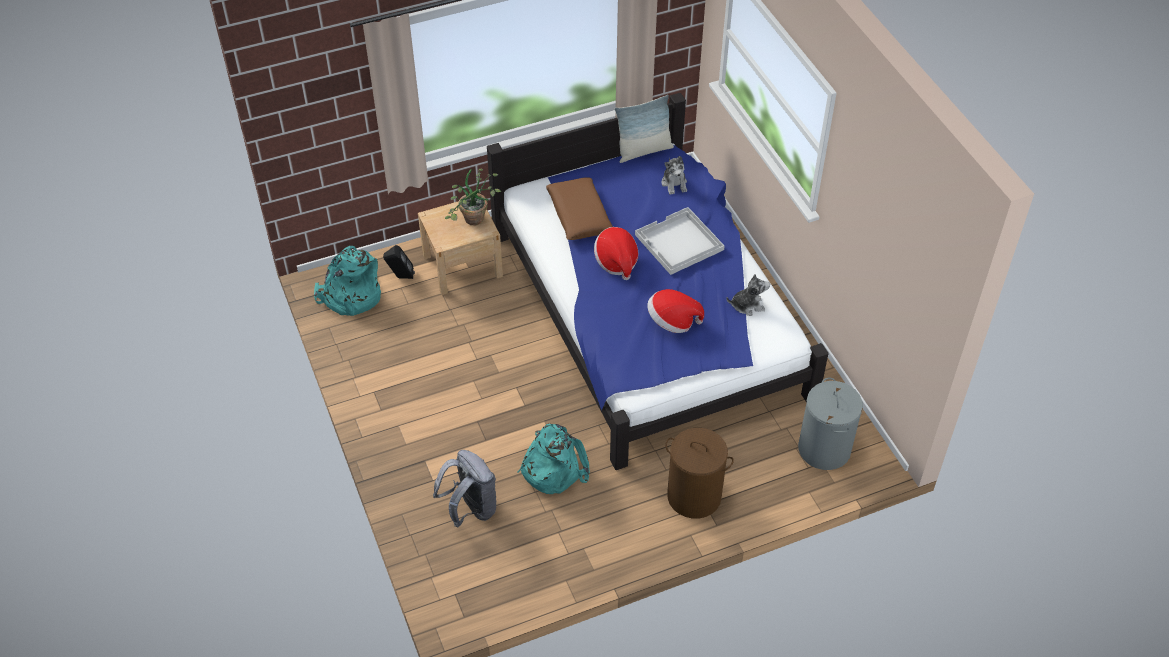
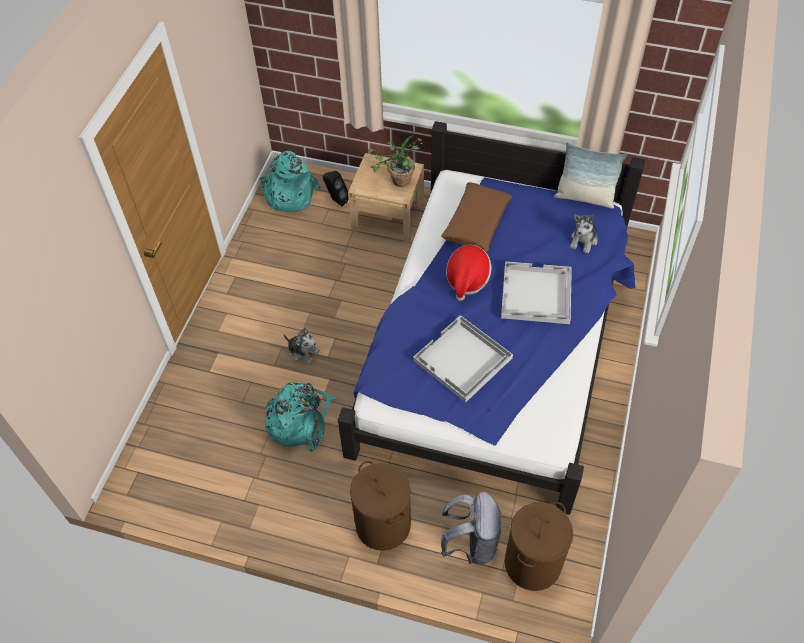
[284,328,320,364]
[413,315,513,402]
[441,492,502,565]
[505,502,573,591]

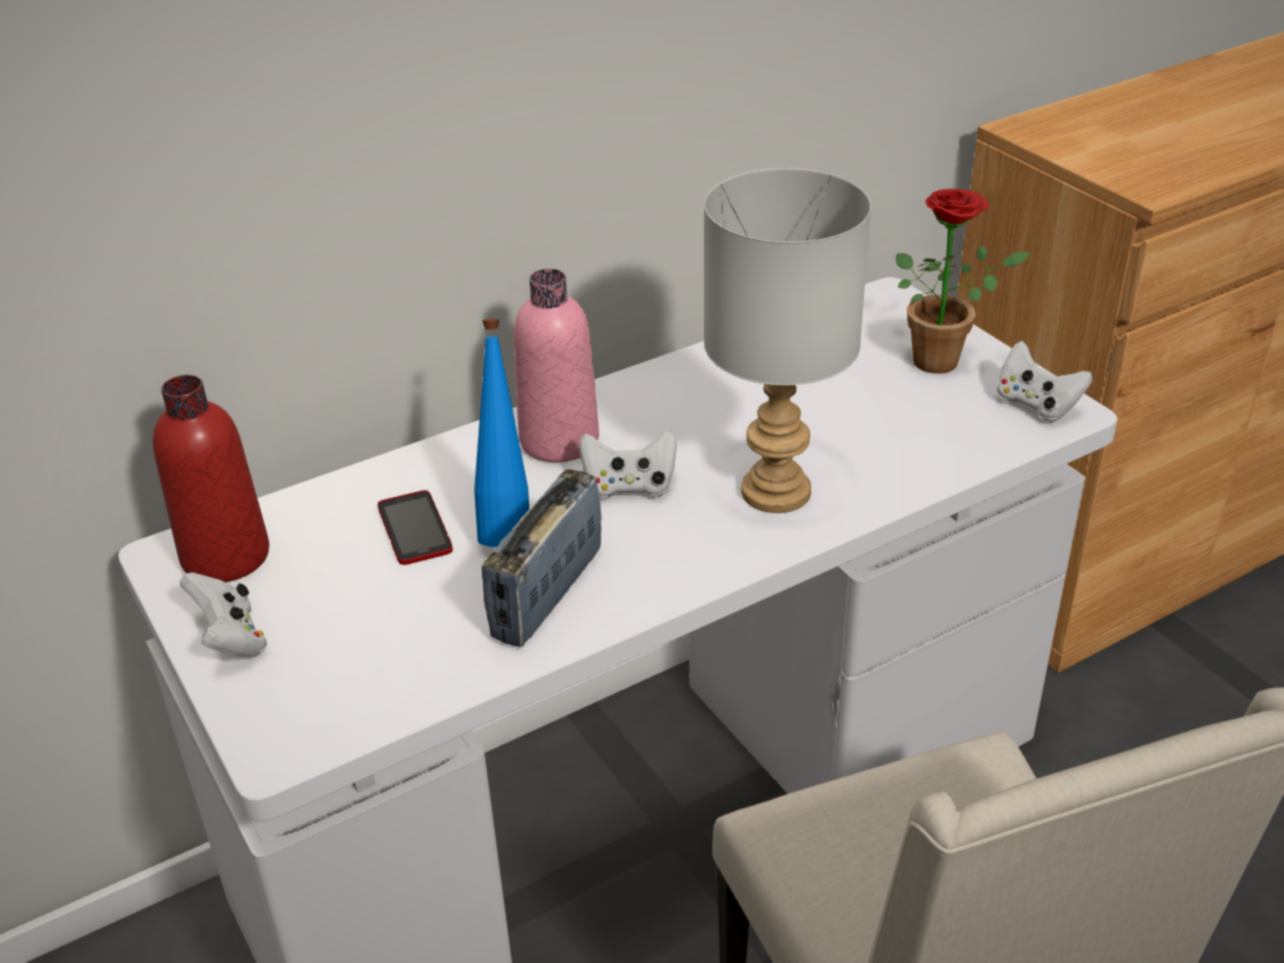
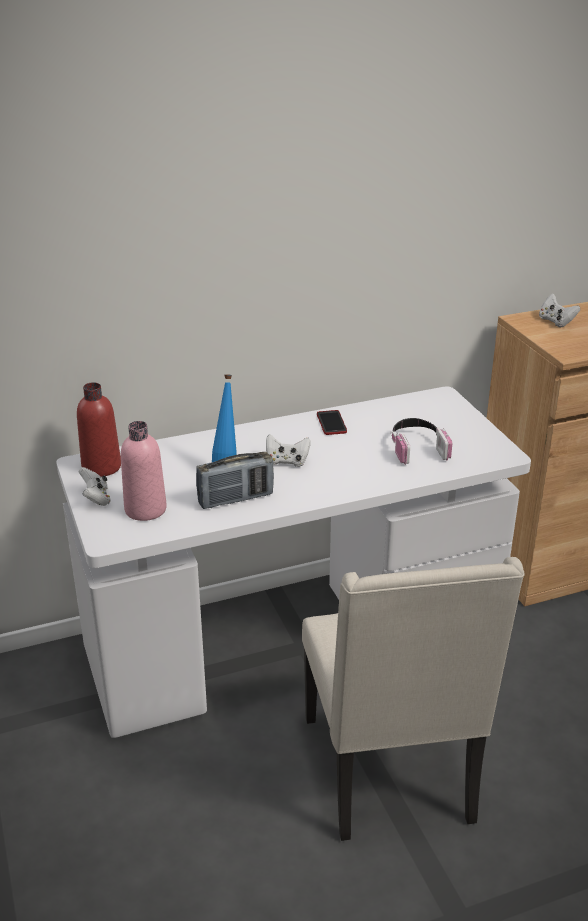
[121,421,167,521]
[196,452,274,509]
[317,410,347,435]
[391,418,452,465]
[539,294,580,327]
[704,168,871,513] (first image)
[896,189,1030,373] (first image)

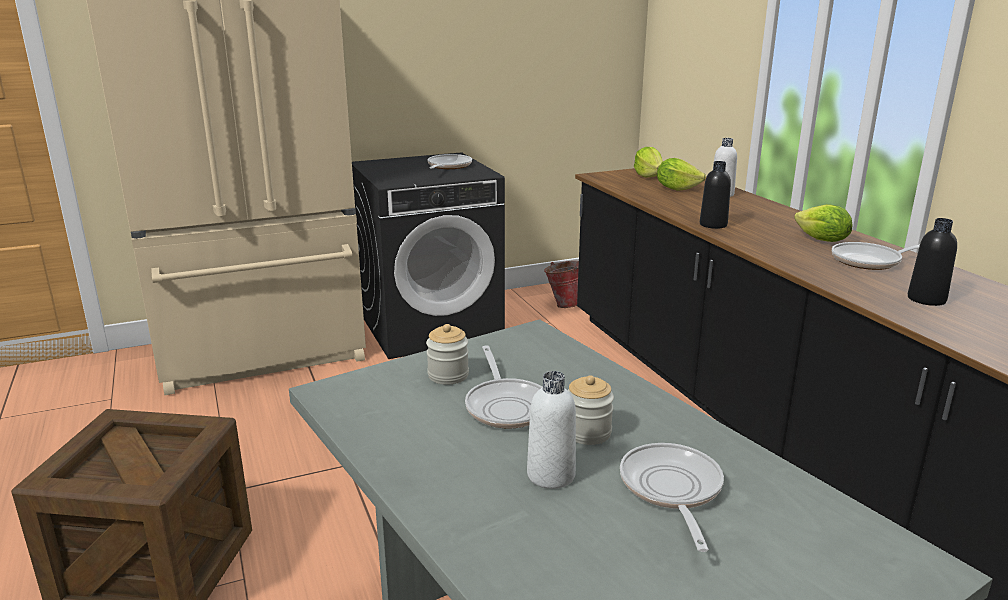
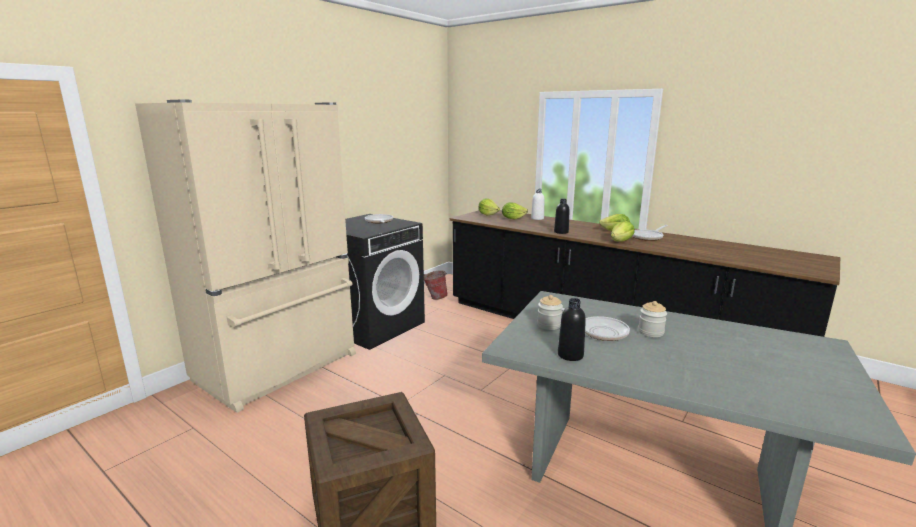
[558,298,586,361]
[611,221,635,241]
[527,371,576,489] (first image)
[620,443,724,552] (first image)

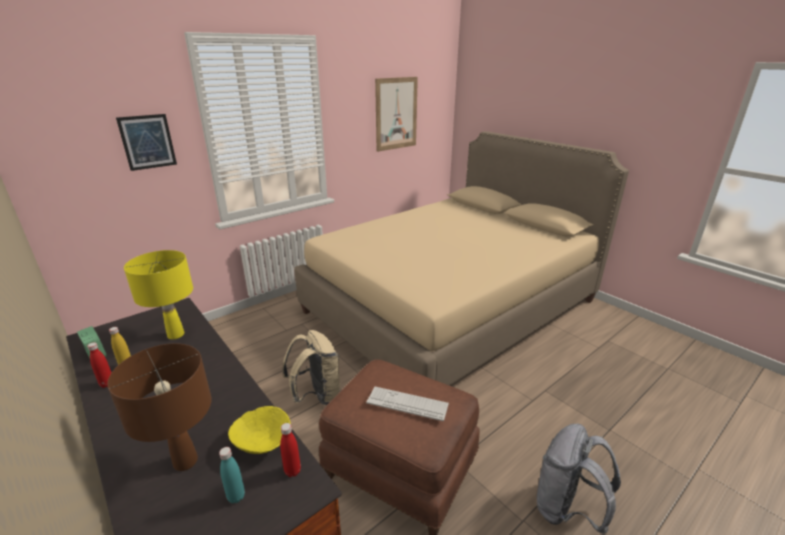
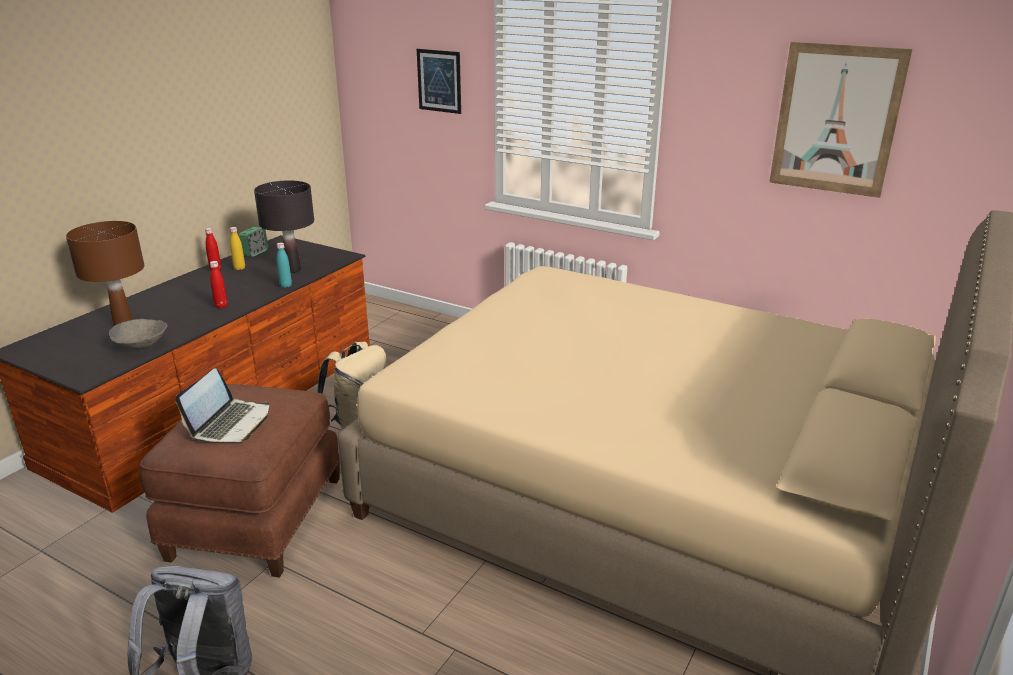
[109,319,167,349]
[175,368,269,442]
[210,261,228,309]
[254,181,314,273]
[277,243,292,288]

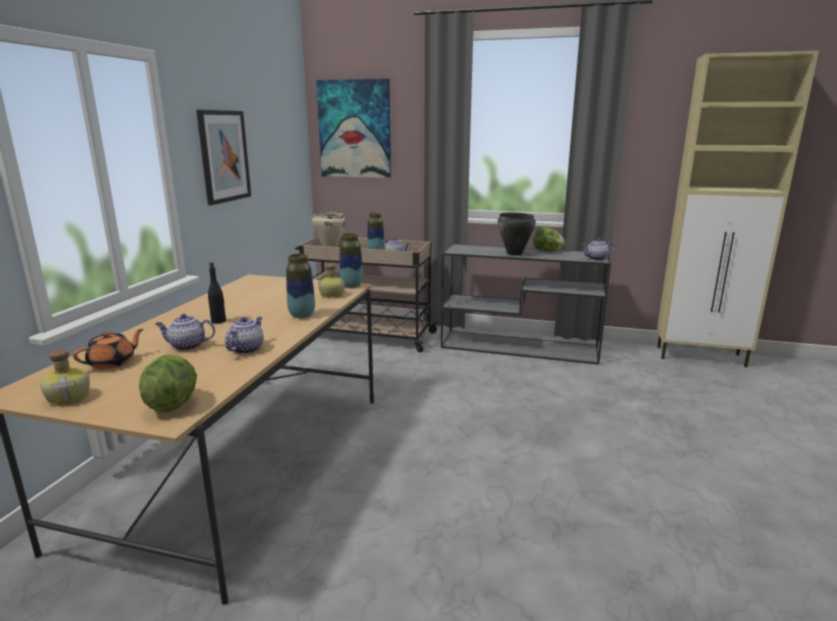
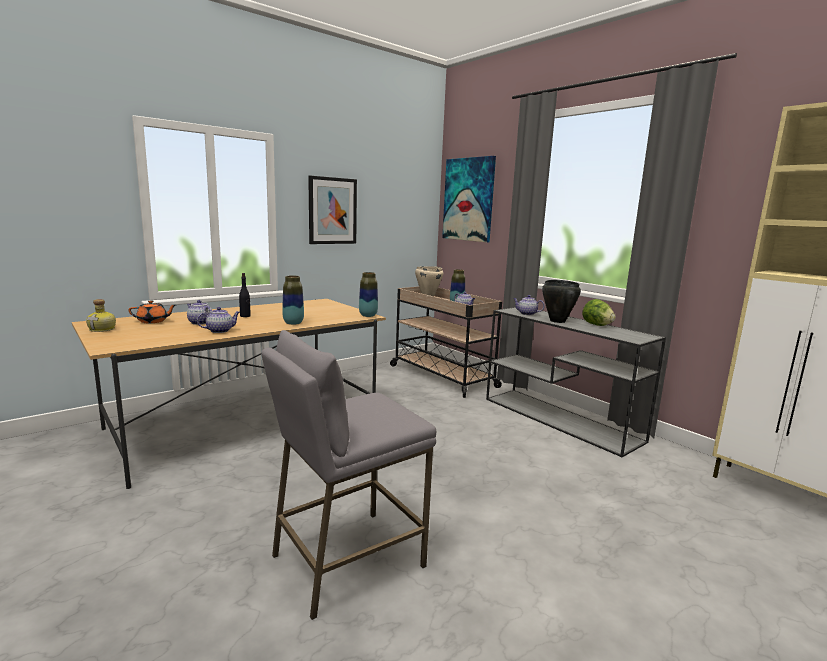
[261,330,436,620]
[513,295,545,315]
[139,354,197,412] (first image)
[318,264,345,298] (first image)

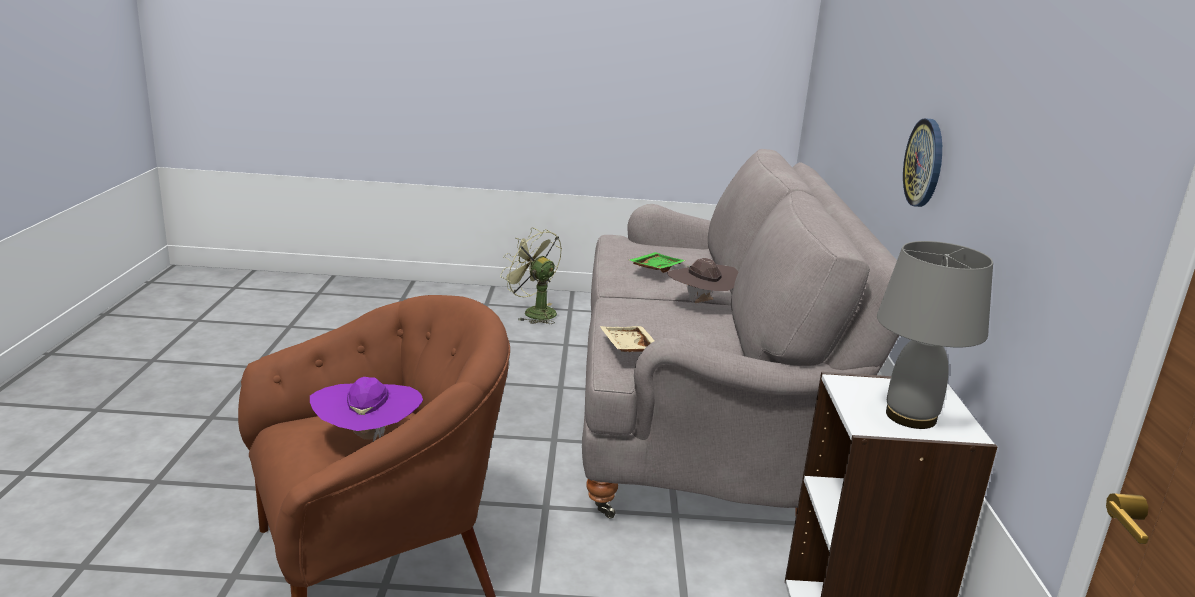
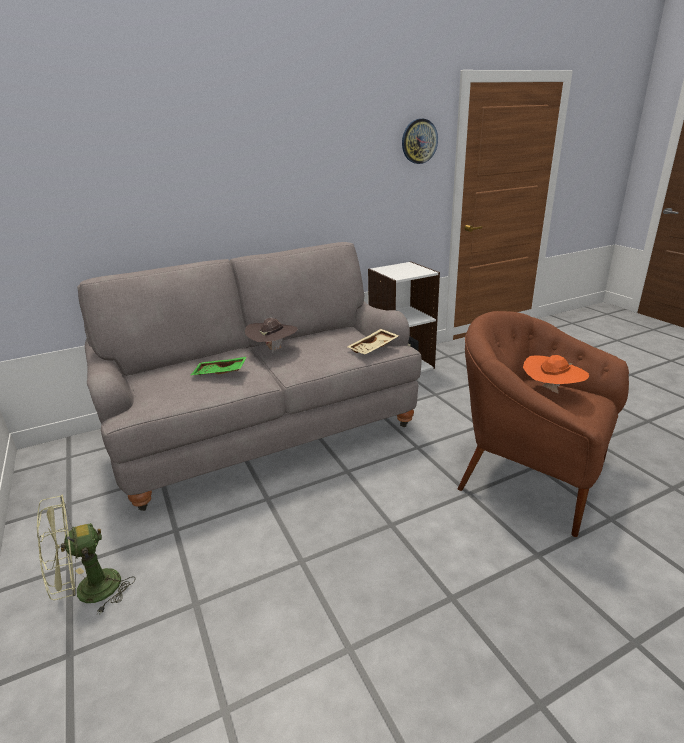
[37,495,135,615]
[402,119,438,164]
[523,355,589,393]
[877,241,993,429] (first image)

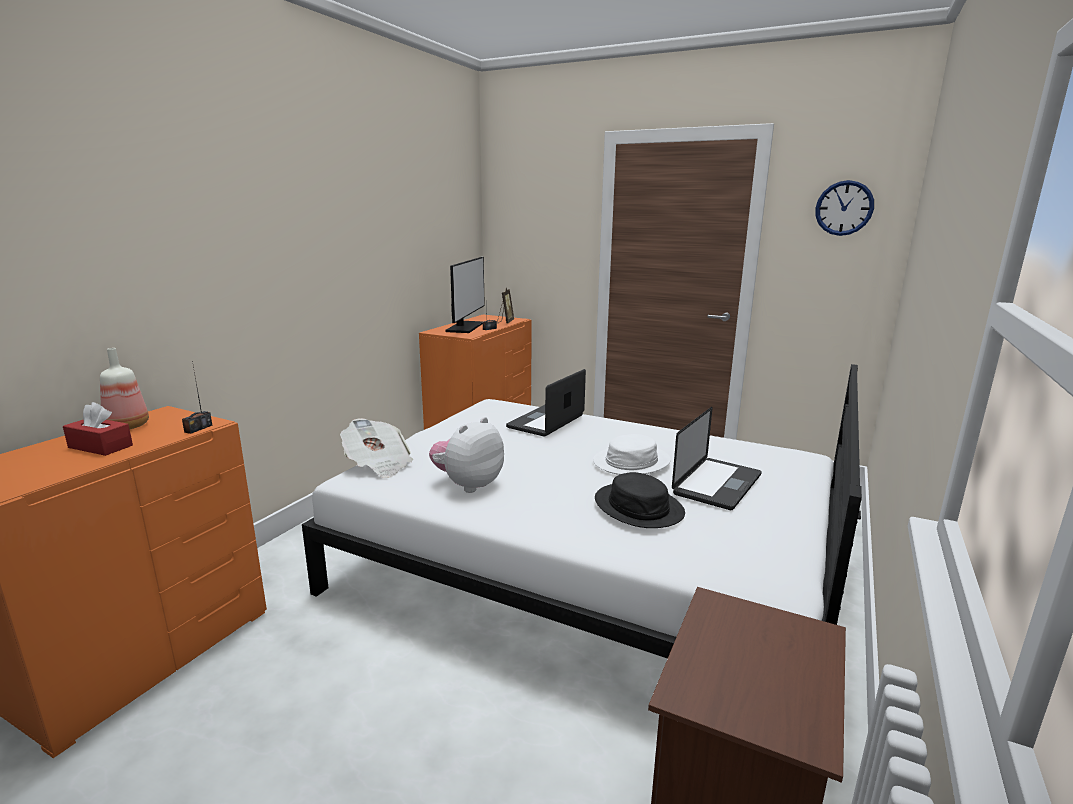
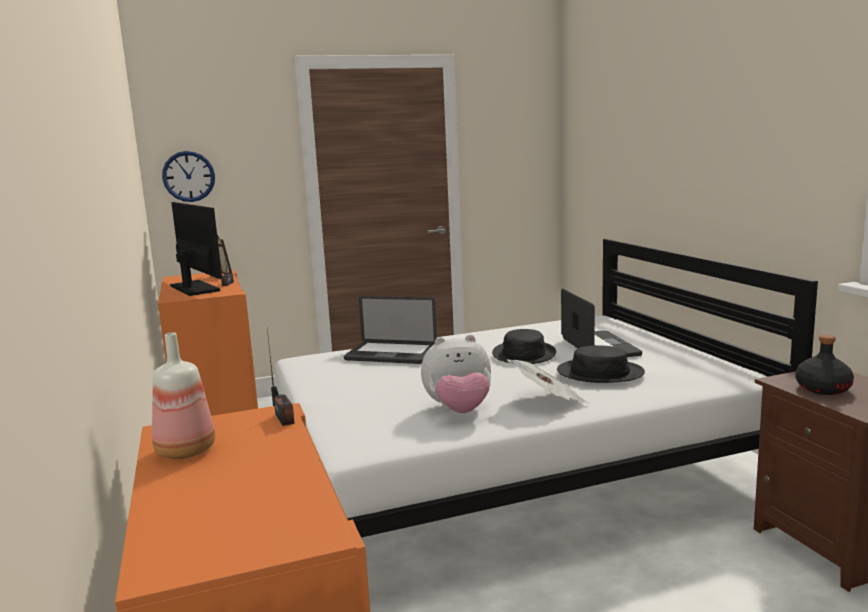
[162,151,215,202]
[344,296,437,364]
[421,335,491,413]
[492,329,556,364]
[506,359,589,403]
[795,335,854,395]
[63,402,133,456] (first image)

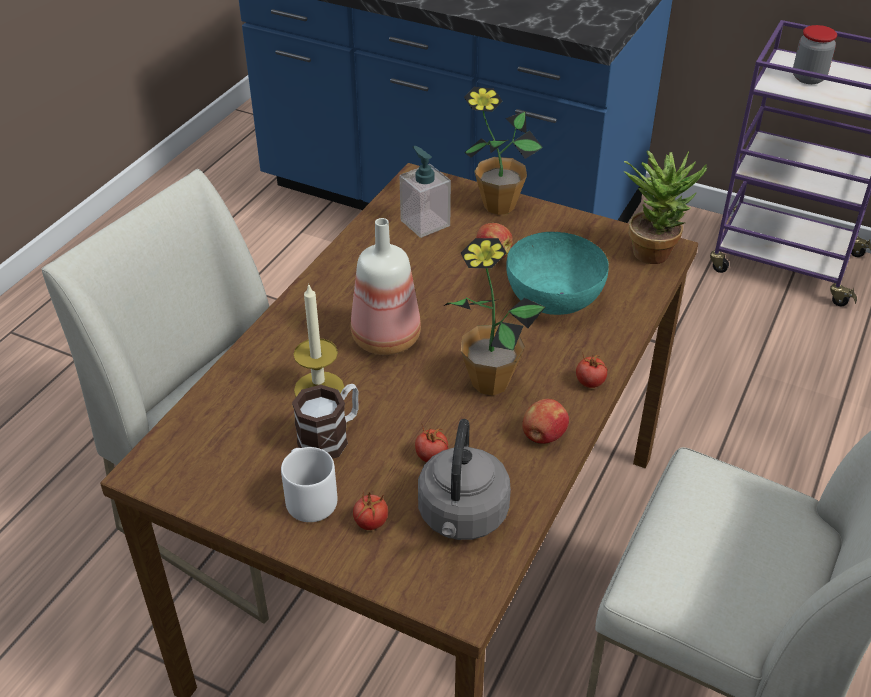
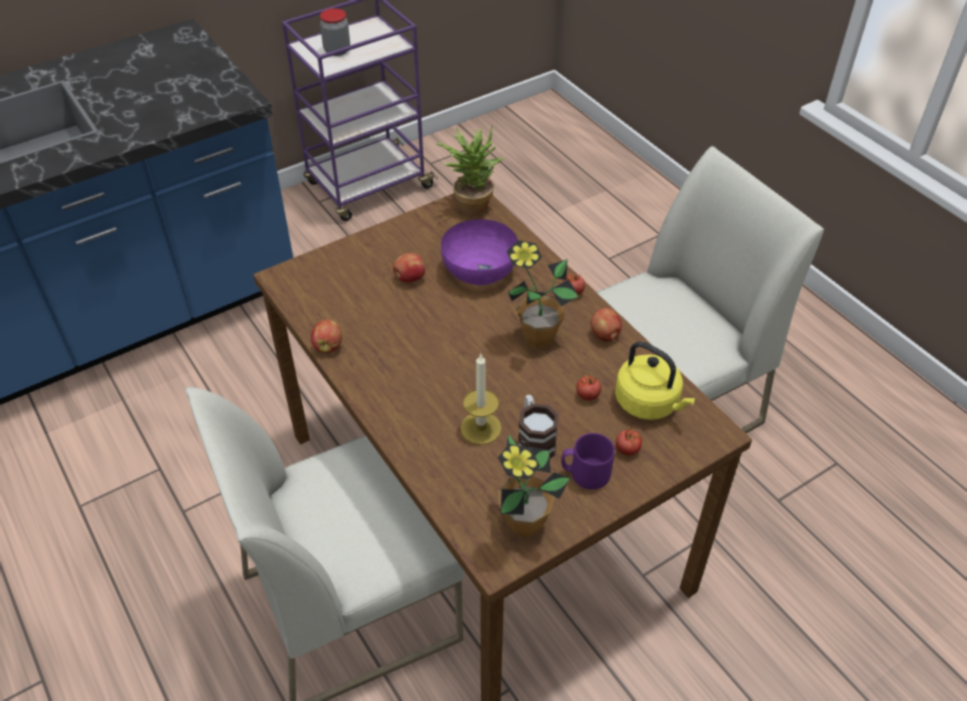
[311,319,342,353]
[441,219,518,285]
[498,434,570,538]
[561,433,615,490]
[615,341,695,420]
[351,218,421,355] (first image)
[400,146,451,238] (first image)

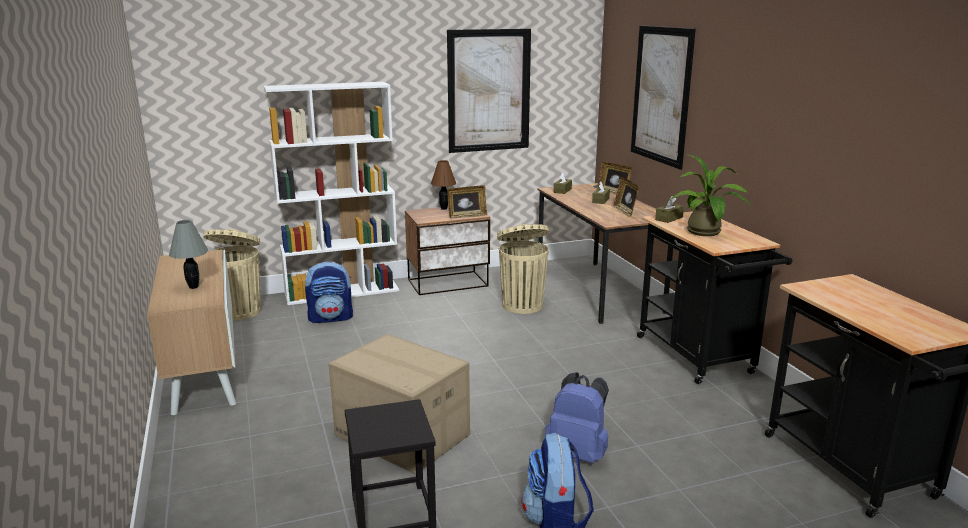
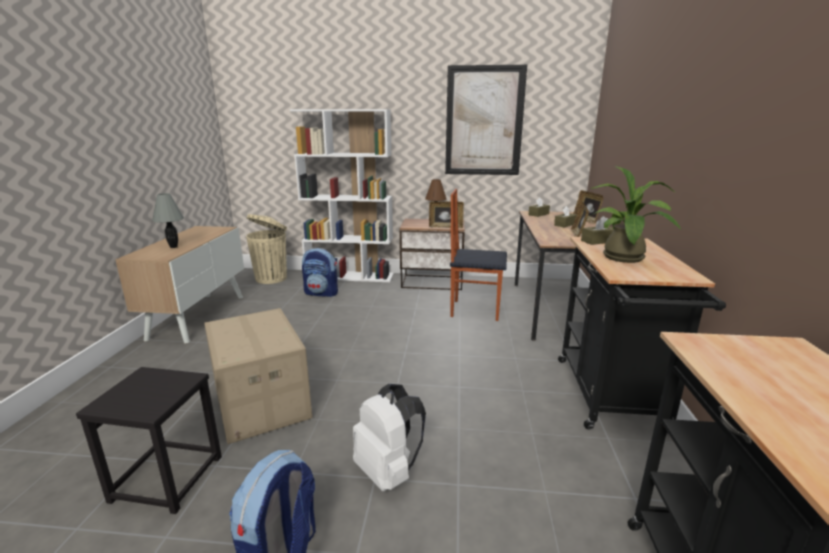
[353,384,426,492]
[450,189,507,321]
[631,25,696,170] (first image)

